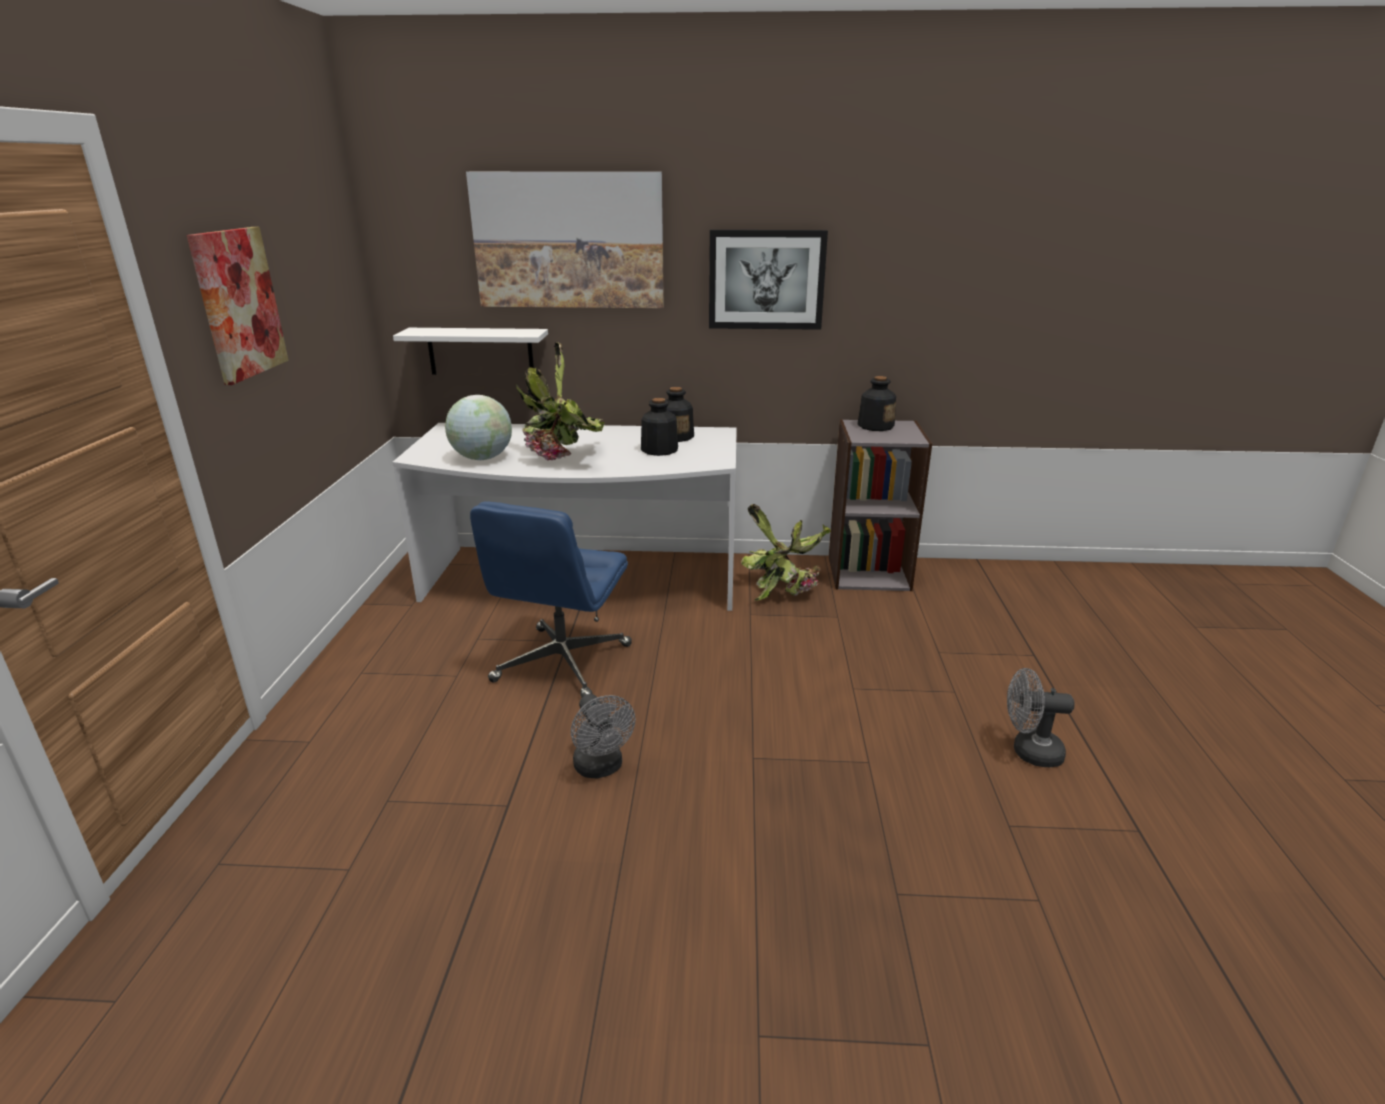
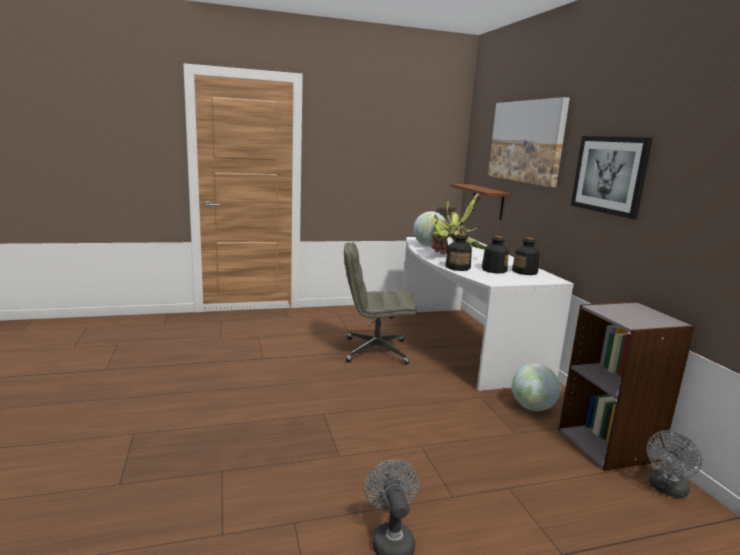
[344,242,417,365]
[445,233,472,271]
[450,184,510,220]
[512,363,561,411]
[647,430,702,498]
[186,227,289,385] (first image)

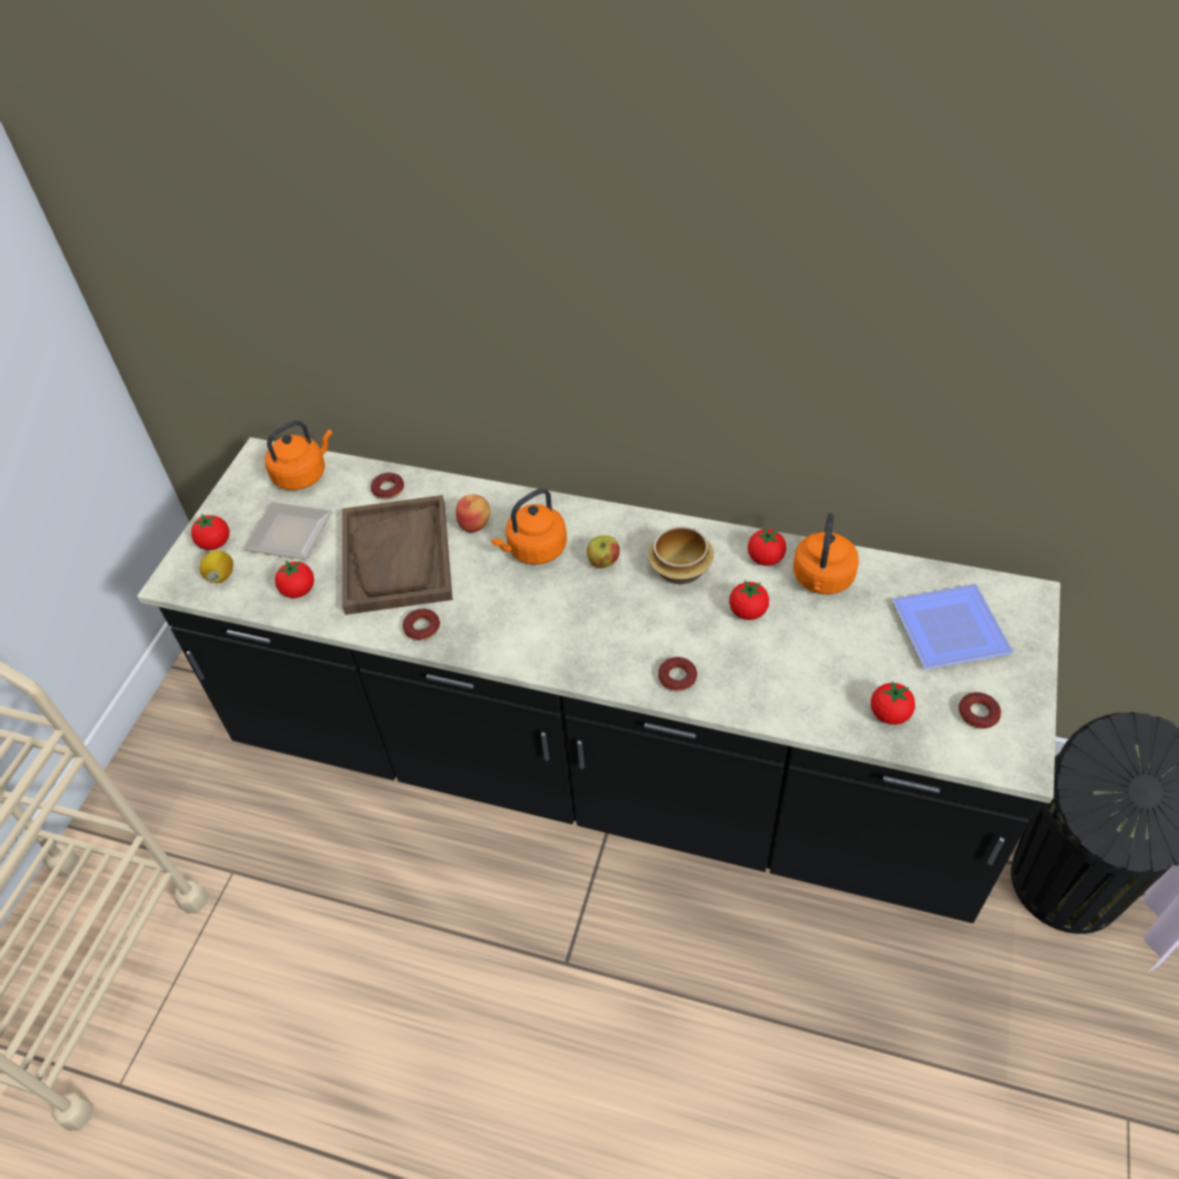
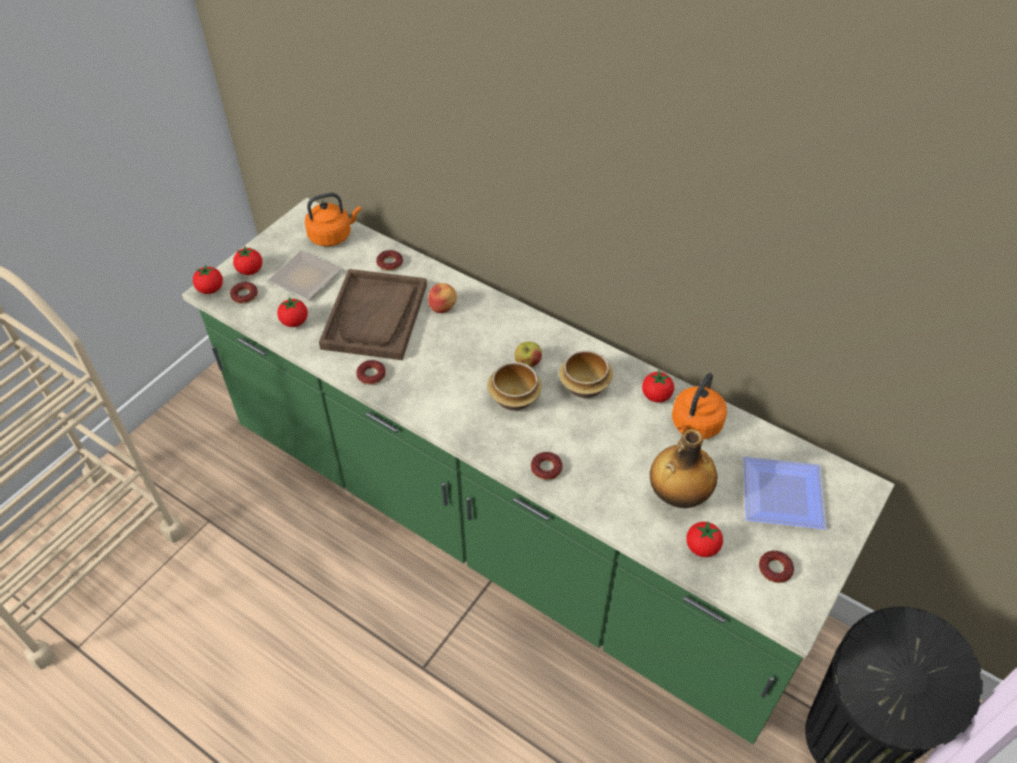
[182,198,895,744]
[193,264,223,294]
[230,282,258,304]
[488,362,542,411]
[650,429,717,508]
[491,488,567,565] (first image)

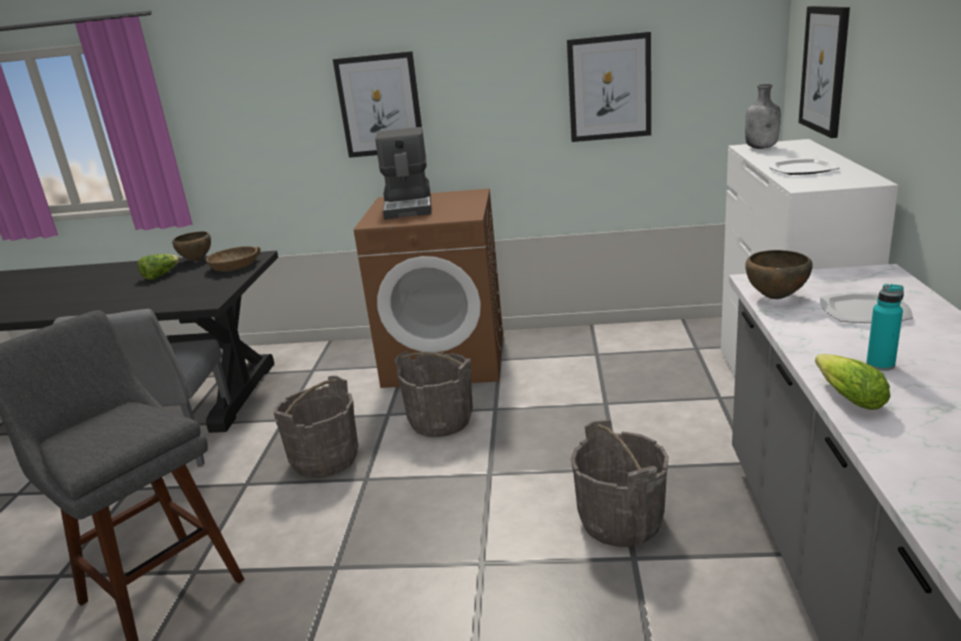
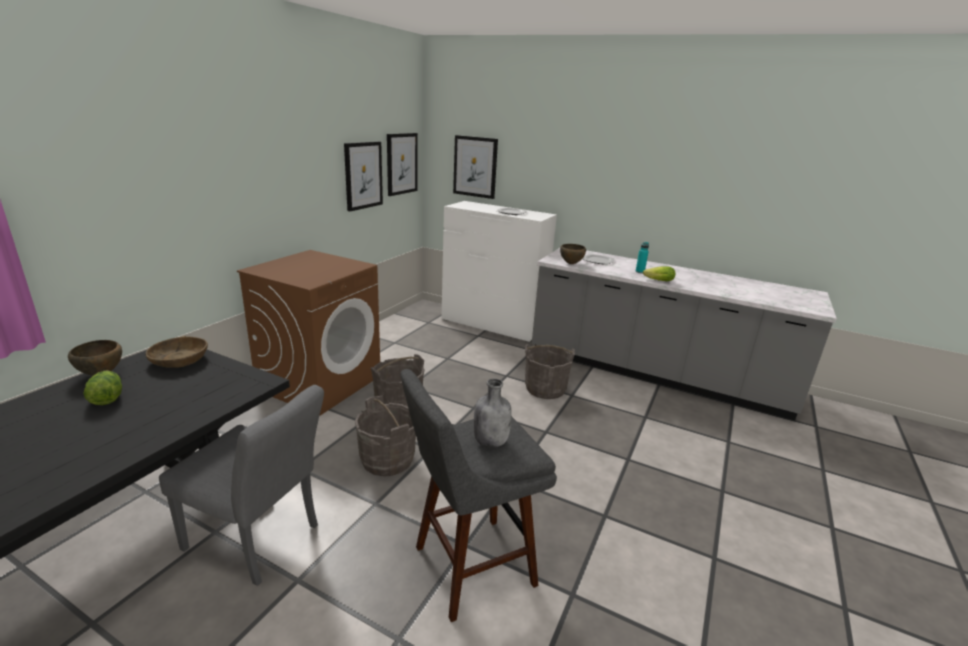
[387,133,418,196]
[474,379,512,448]
[375,127,432,219] (first image)

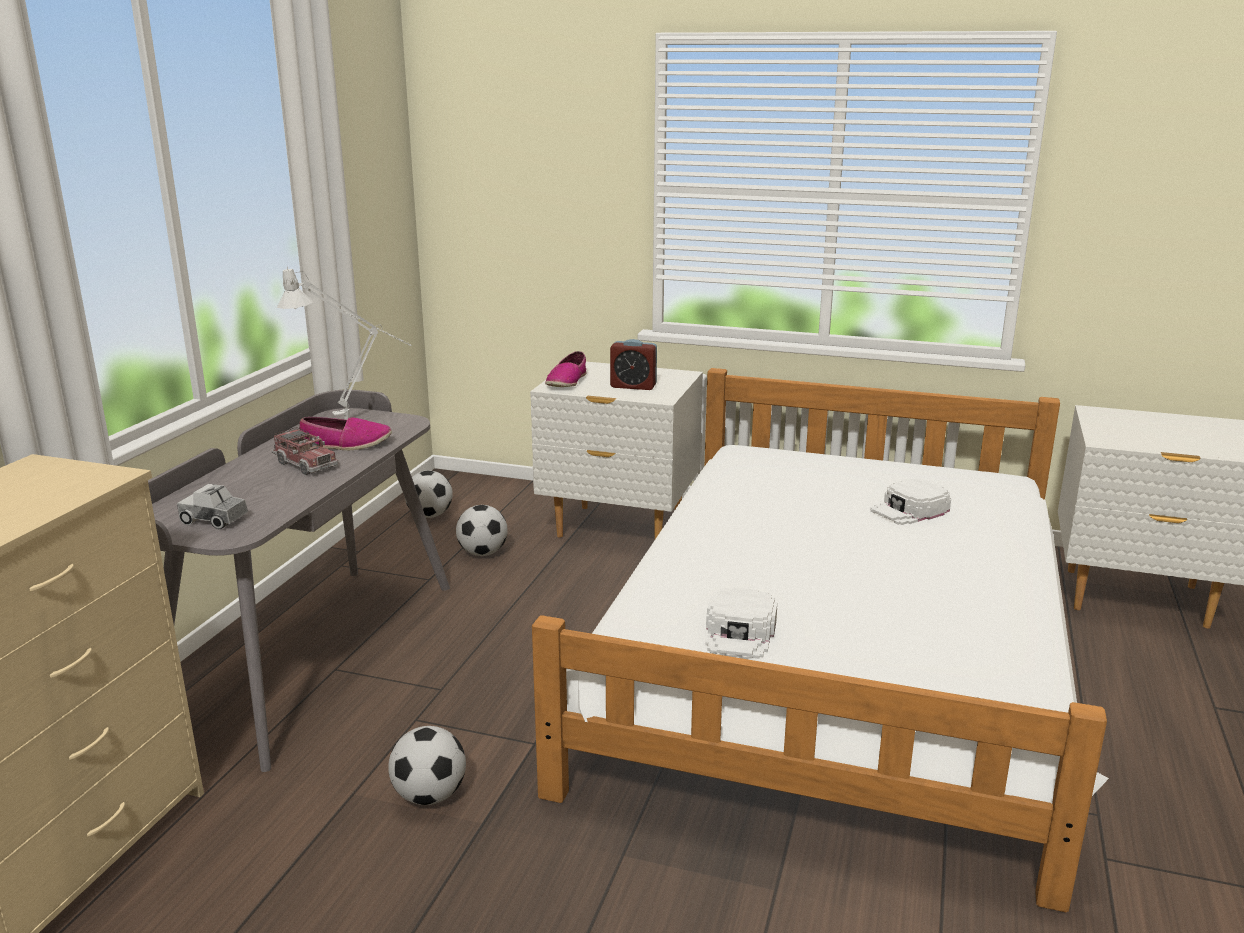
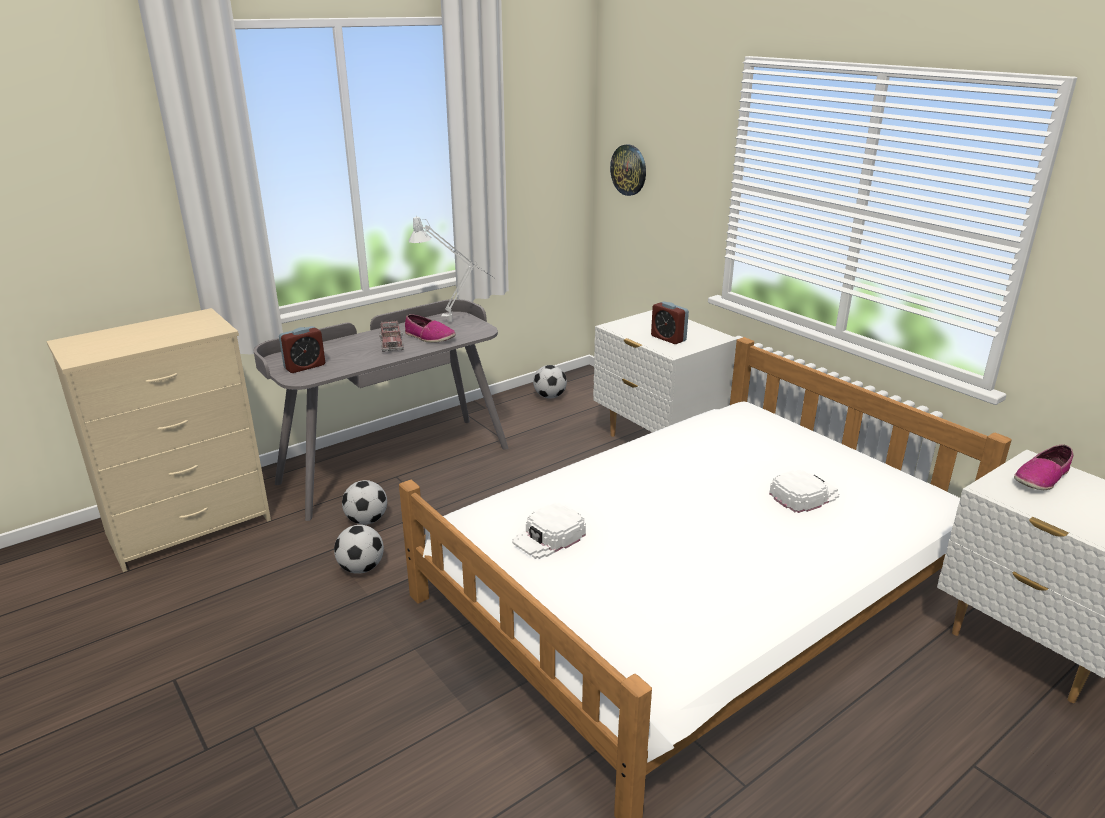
[279,326,325,373]
[342,480,387,525]
[610,144,646,196]
[769,470,839,513]
[1014,444,1073,490]

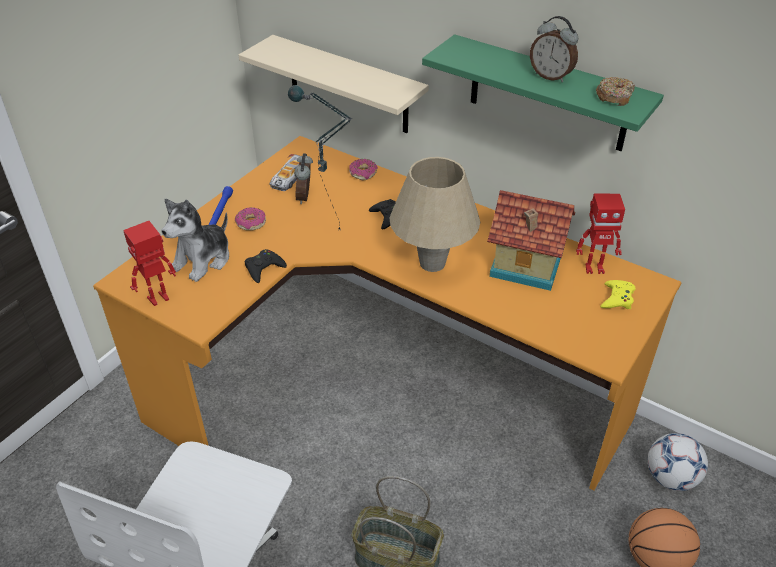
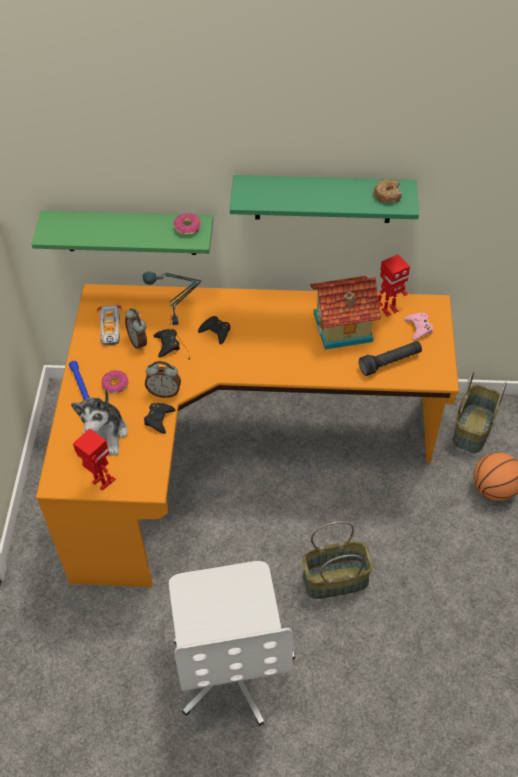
[31,210,213,255]
[73,428,116,490]
[145,361,181,398]
[154,329,180,357]
[174,213,201,235]
[359,341,422,376]
[404,313,433,340]
[453,371,507,453]
[390,157,480,272] (first image)

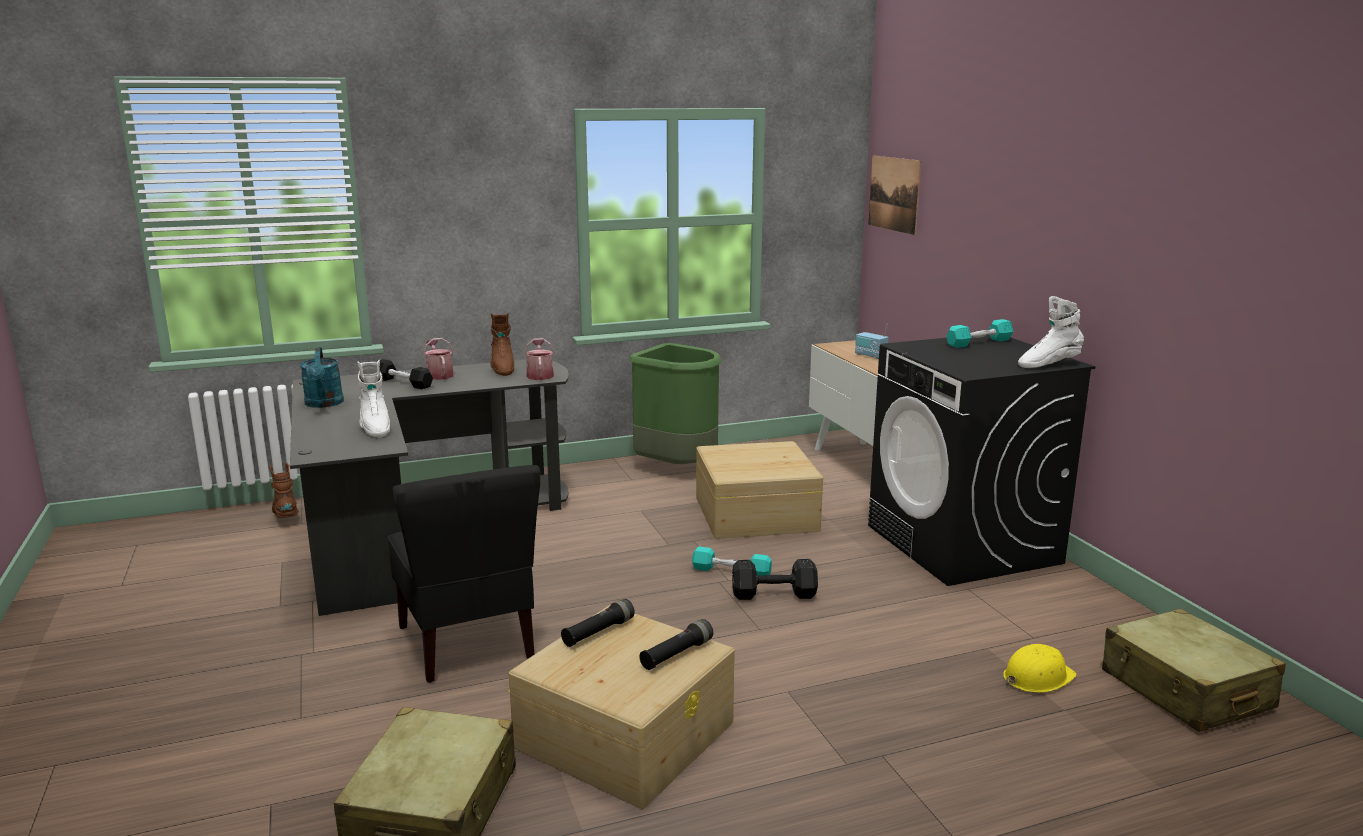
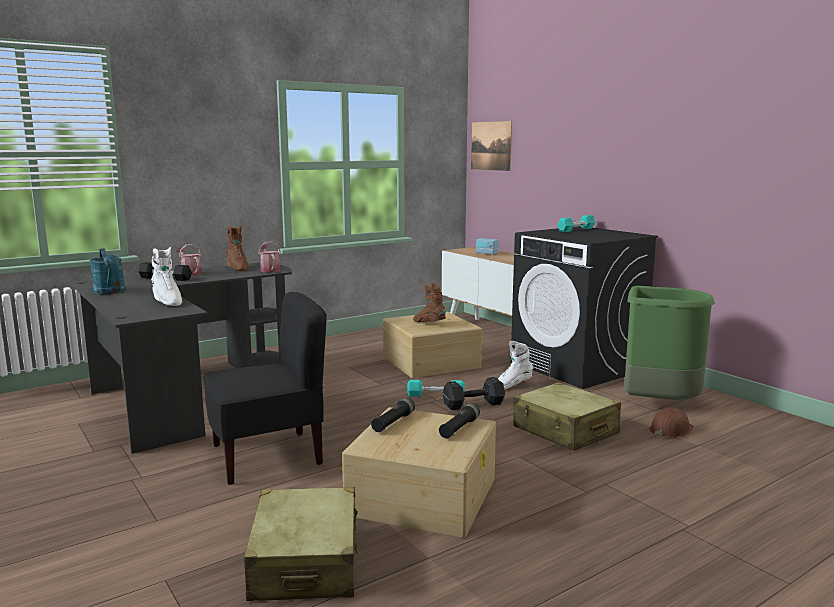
[203,292,327,485]
[413,282,446,322]
[498,341,533,389]
[513,382,621,451]
[624,286,715,400]
[649,408,694,438]

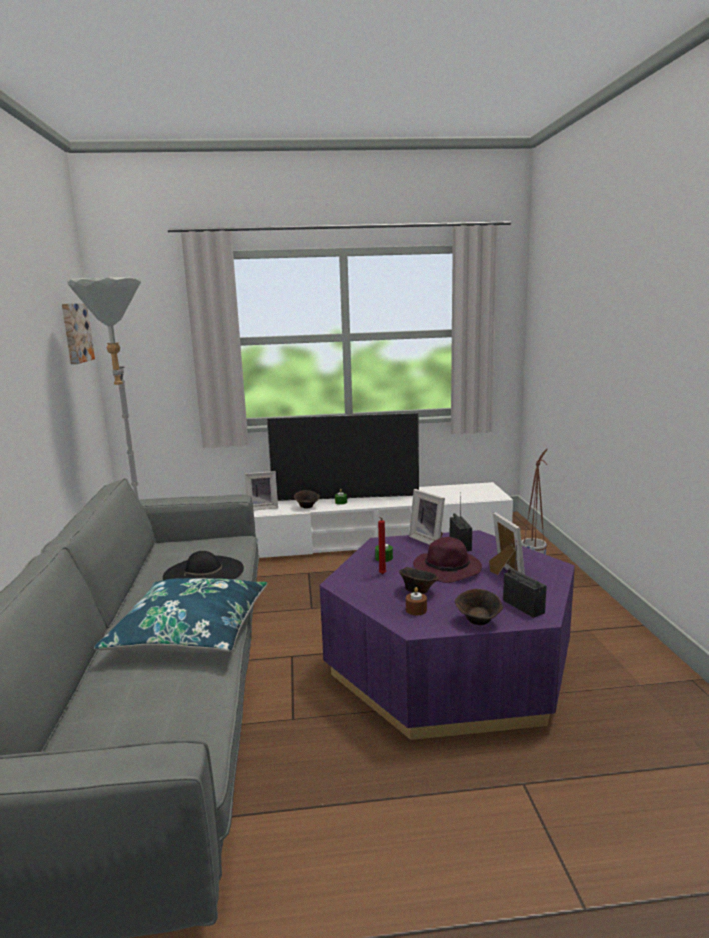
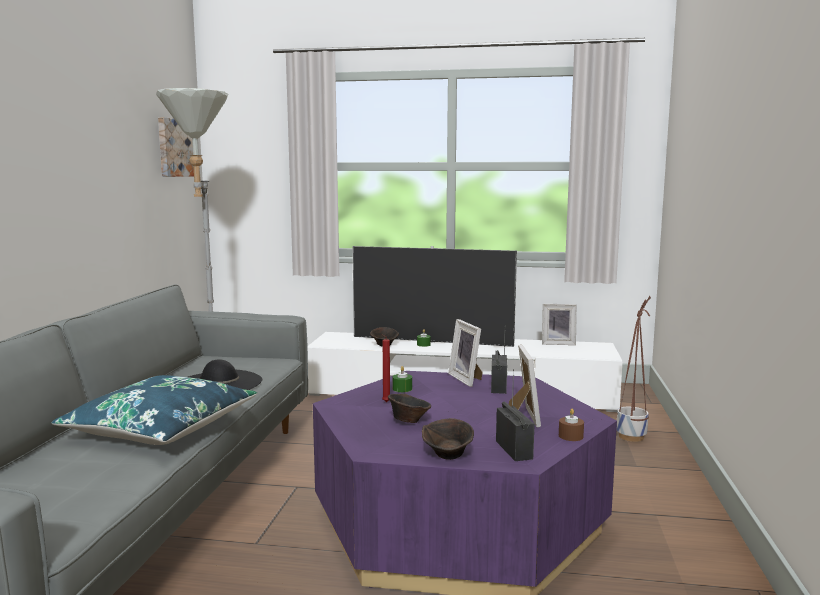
[542,304,577,345]
[559,409,584,441]
[413,537,482,583] (first image)

